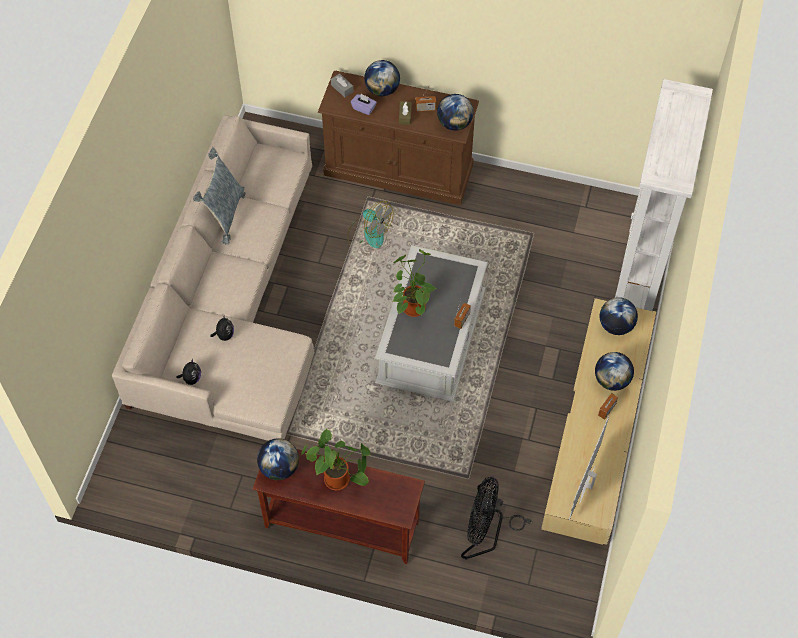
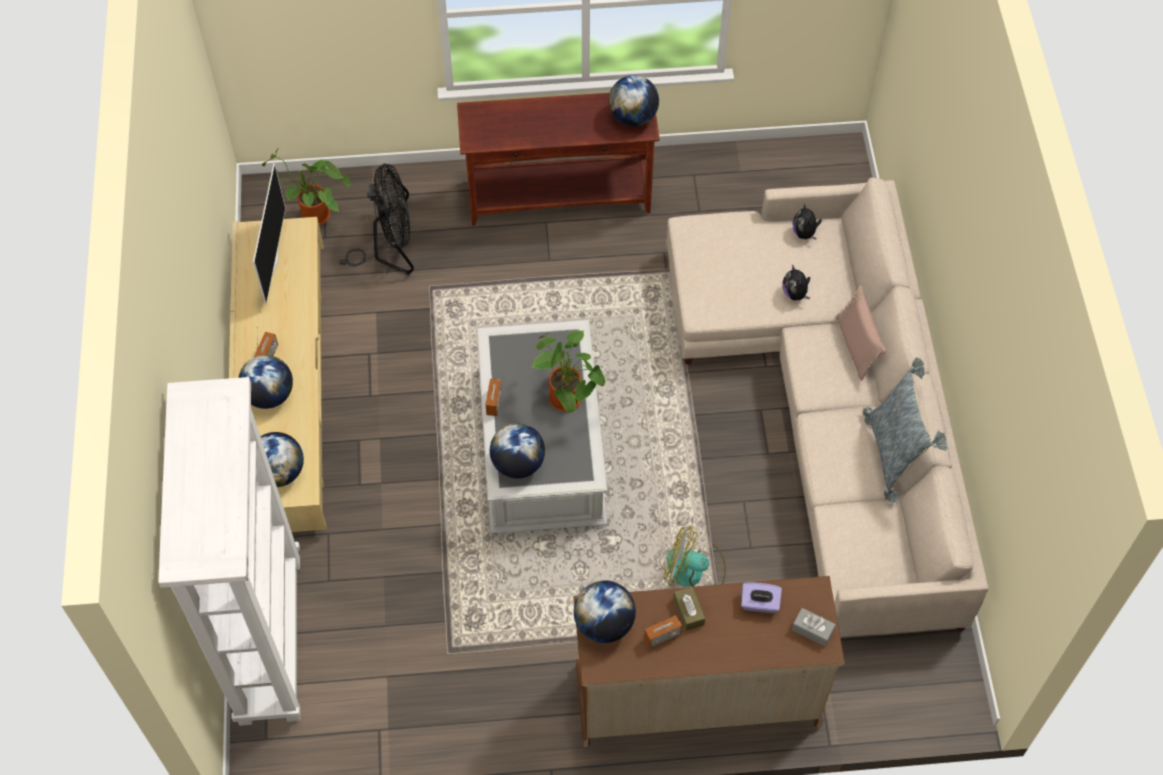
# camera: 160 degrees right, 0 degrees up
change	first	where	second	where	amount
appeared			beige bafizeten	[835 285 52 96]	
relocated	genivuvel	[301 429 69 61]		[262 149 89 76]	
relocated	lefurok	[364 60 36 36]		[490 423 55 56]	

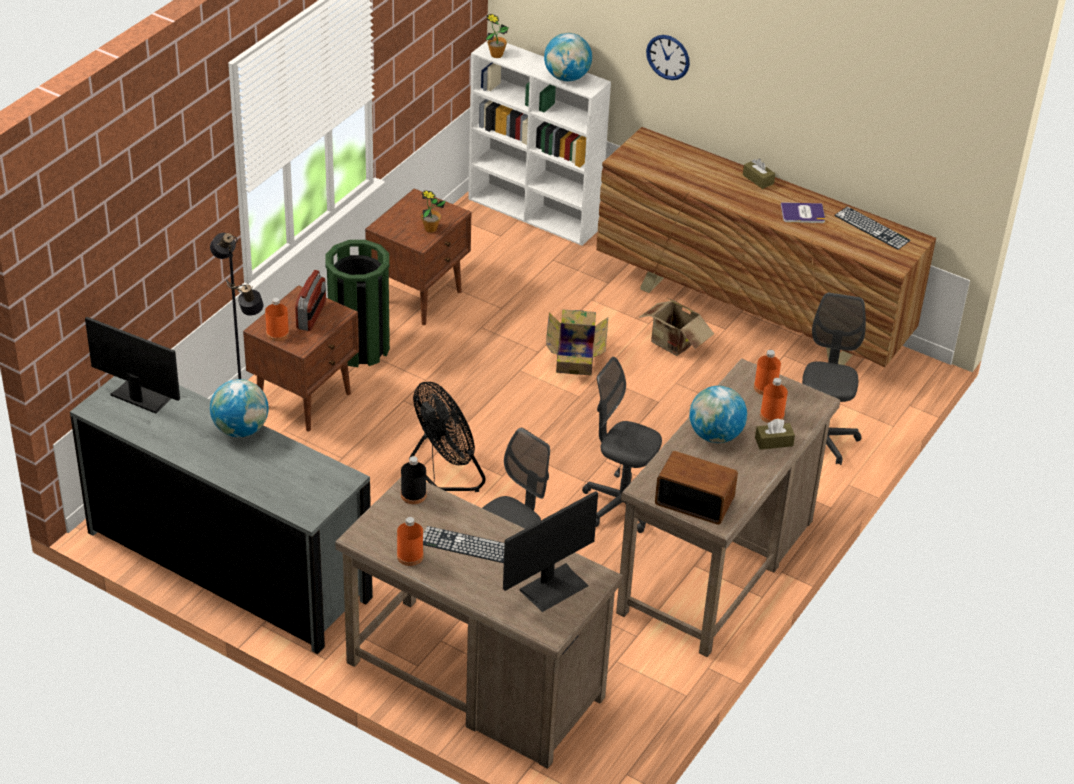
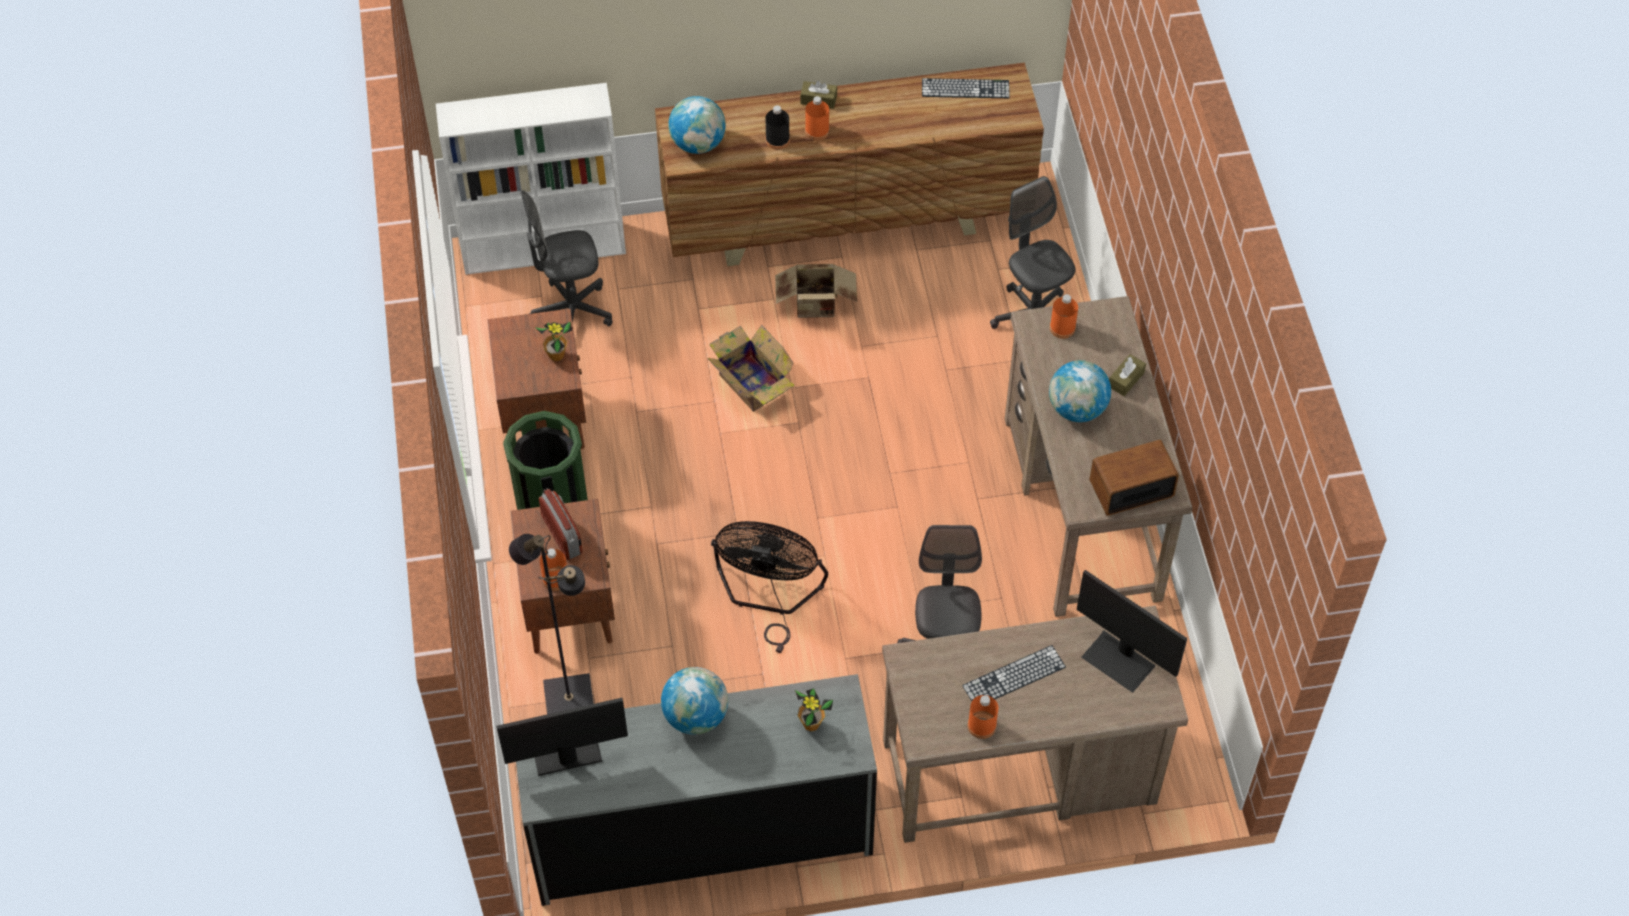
# camera: 40 degrees left, 15 degrees up
change	first	where	second	where	amount
missing	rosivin	[646 35 44 45]			
missing	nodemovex	[781 202 44 21]			
relocated	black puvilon	[401 456 26 48]		[765 105 25 45]	
relocated	genivuvel	[486 14 22 44]		[795 688 38 43]	
relocated	lefurok	[544 33 48 48]		[668 96 58 58]	
relocated	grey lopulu	[582 357 80 176]		[521 190 91 137]	
relocated	orange puvilon	[760 378 28 45]		[805 96 24 45]	
spun	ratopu	[503 491 95 121]		[1077 570 110 123]	120 degrees clockwise

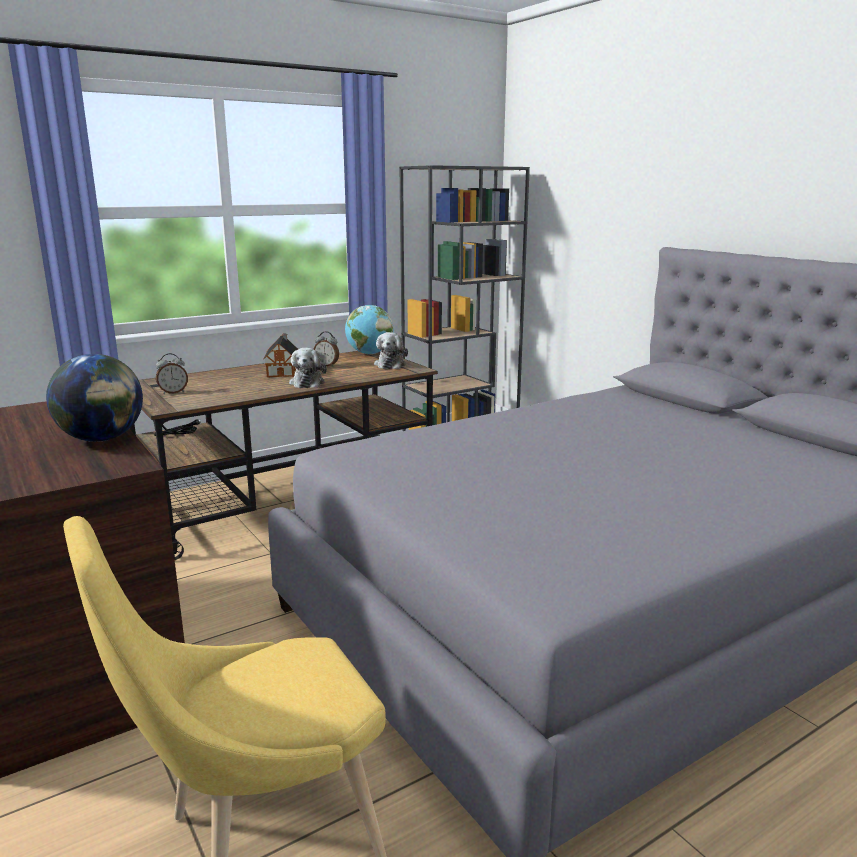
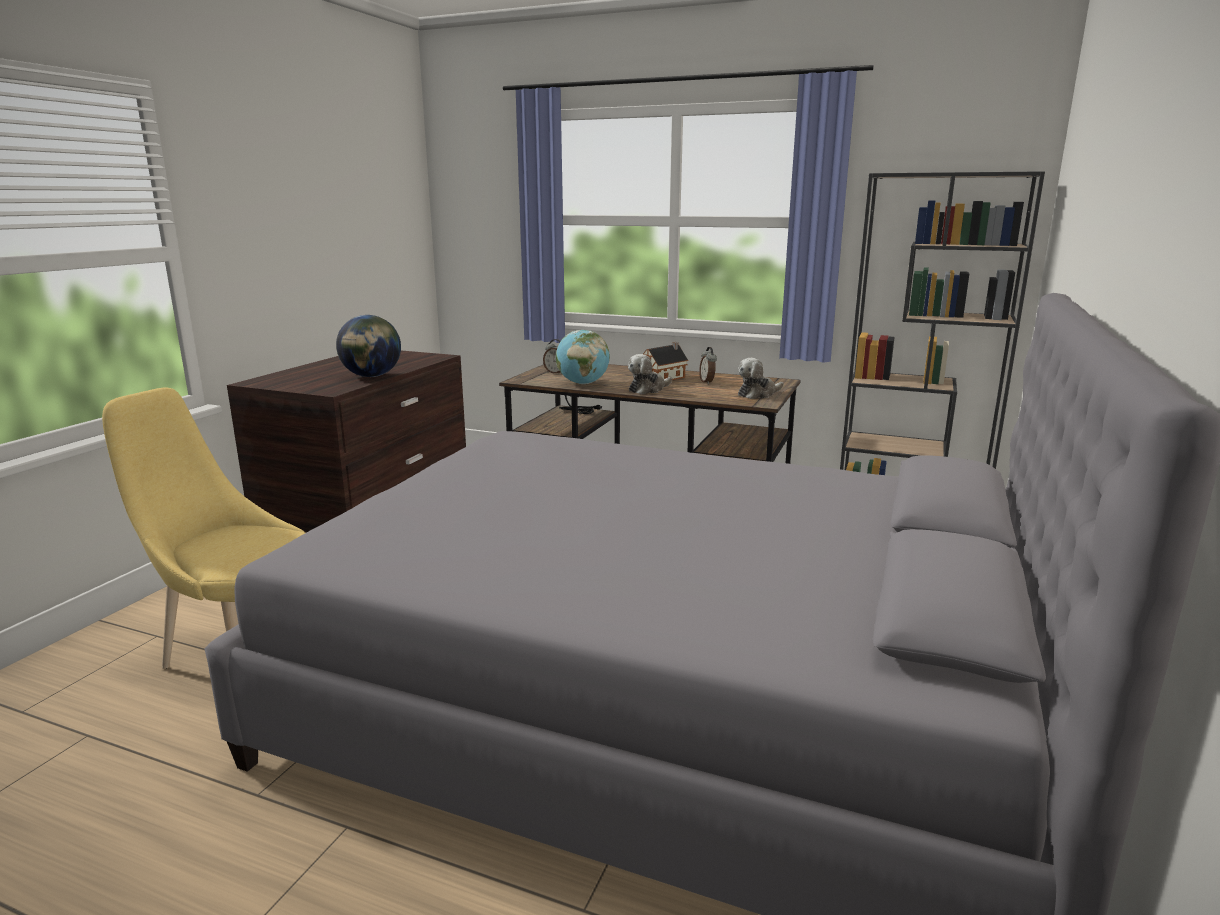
# camera: 55 degrees right, 0 degrees up
change	first	where	second	where	amount
relocated	lefurok	[345 305 49 49]		[556 330 54 54]	

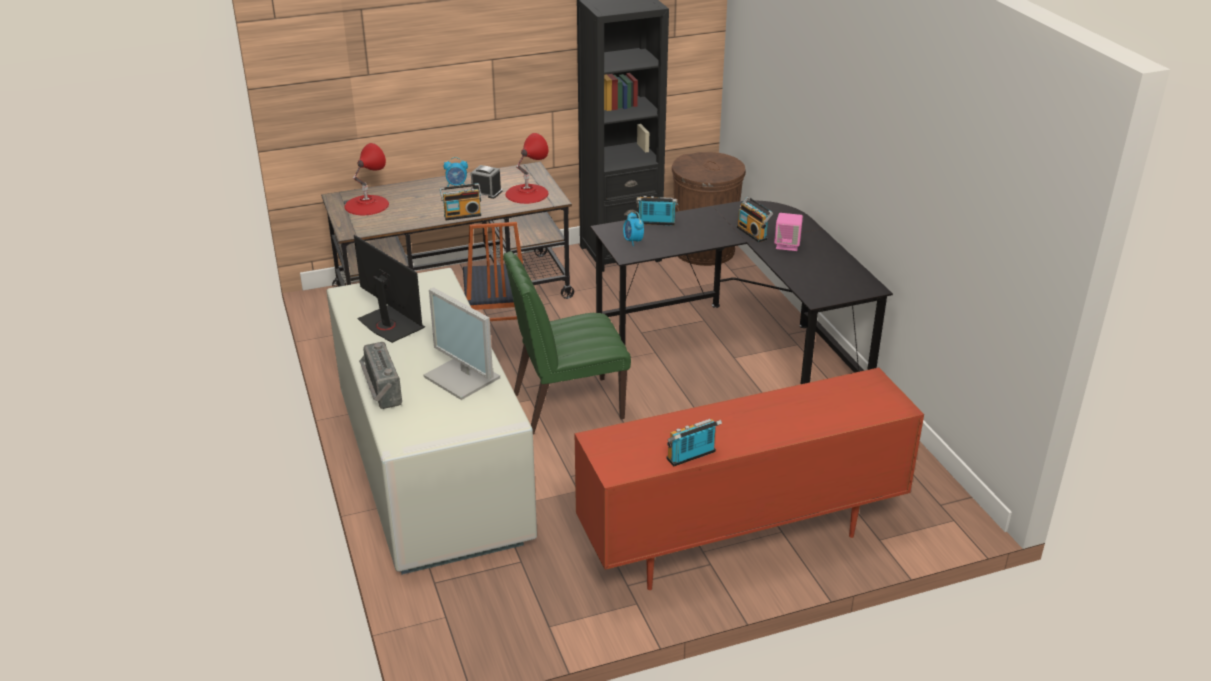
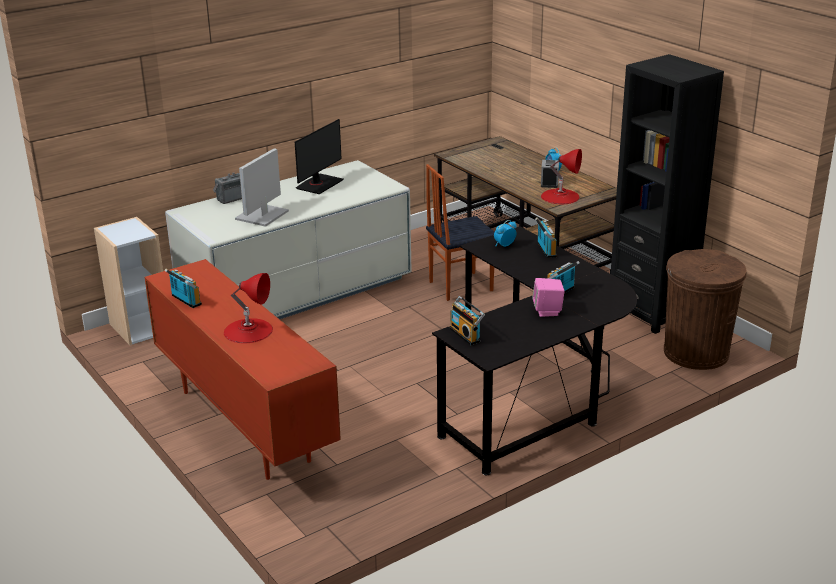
# camera: 75 degrees right, 5 degrees down
change	first	where	second	where	amount
missing	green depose	[503 251 128 184]			
appeared			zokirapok	[94 217 69 128]	
relocated	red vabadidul	[345 143 44 72]		[224 273 49 70]	
relocated	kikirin	[440 183 42 37]		[449 296 36 49]	

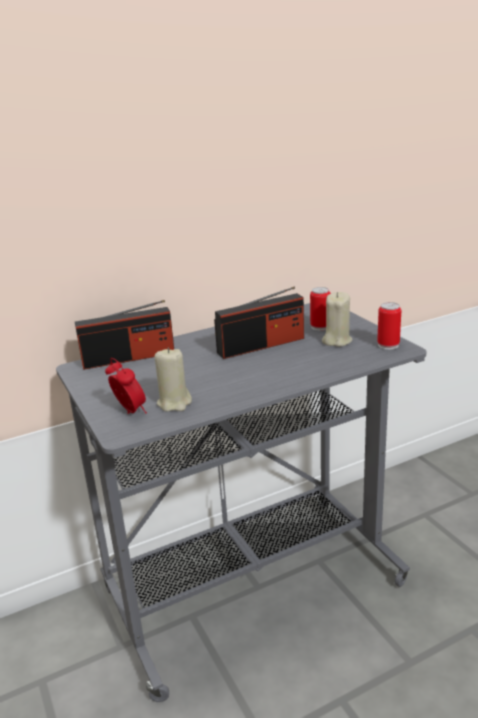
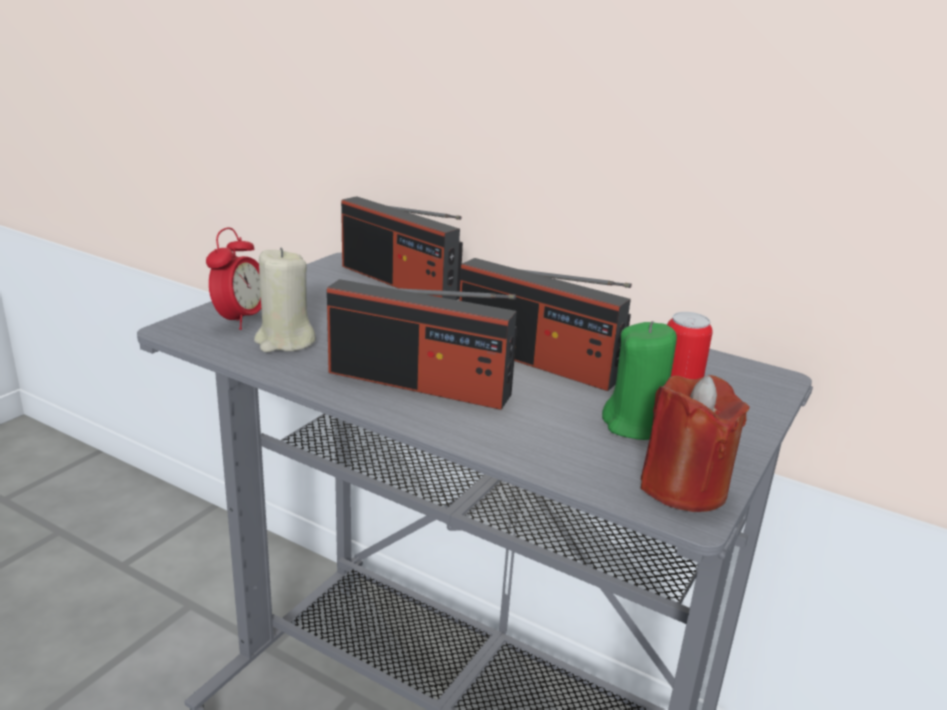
# camera: 55 degrees right, 0 degrees up
change	first	where	second	where	amount
appeared			kikirin	[327 279 190 131]	
exchanged	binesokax	[377 302 24 48]	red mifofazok	[641 375 108 137]	
colour	beige mifofazok	[322 292 30 55]	green mifofazok	[602 321 75 119]	

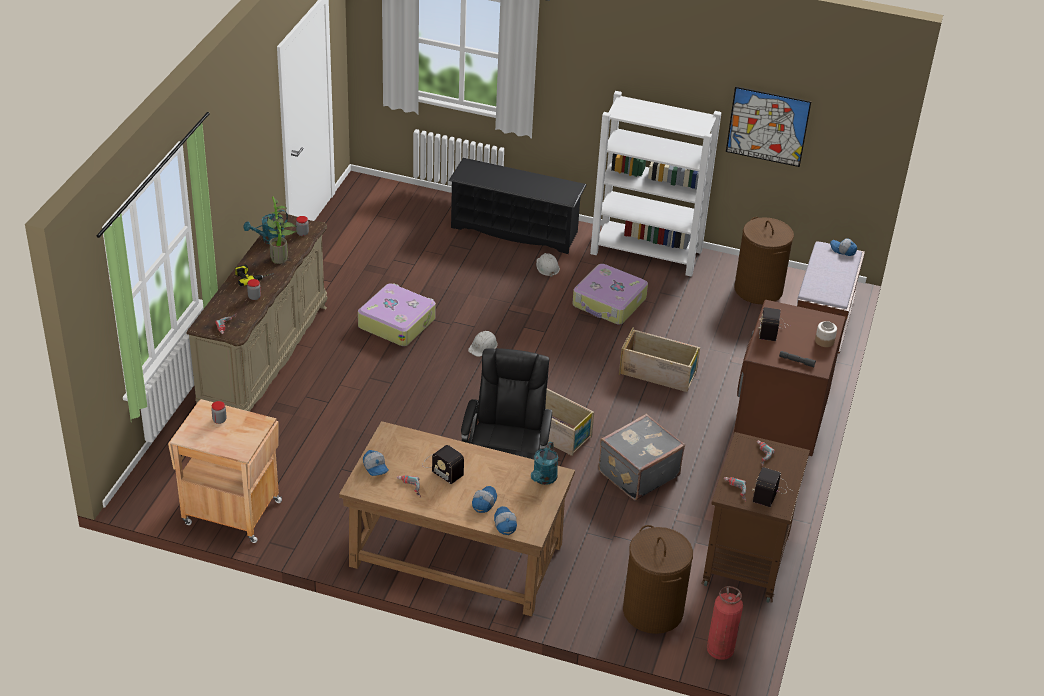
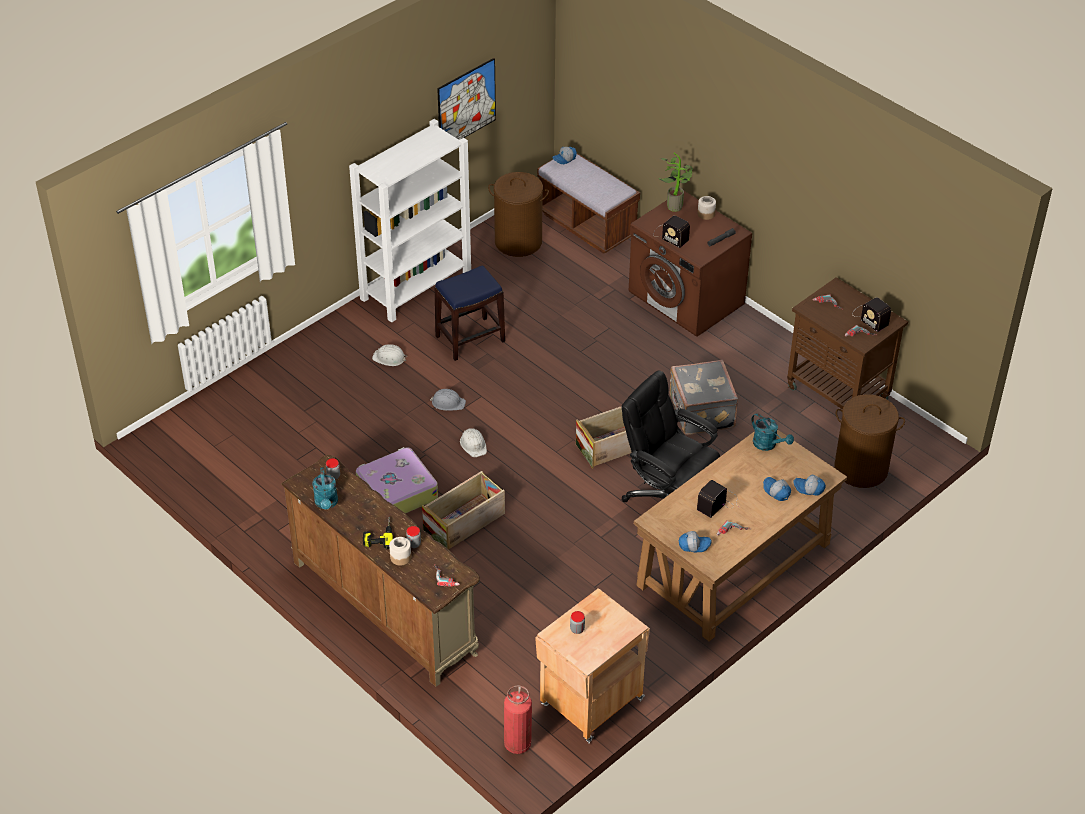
# camera: 60 degrees left, 5 degrees up
change	first	where	second	where	amount
missing	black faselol	[449 158 138 96]			
appeared			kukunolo	[389 537 22 29]	
appeared			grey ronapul	[430 389 36 21]	
relocated	genivuvel	[267 196 30 68]		[659 153 34 59]	
relocated	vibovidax	[619 328 81 64]		[422 471 83 79]	
relocated	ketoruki	[707 586 36 74]		[504 685 28 69]	
exchanged	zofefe	[572 264 76 60]	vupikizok	[435 266 70 95]	
spun	kikirin	[422 445 42 39]		[697 480 43 38]	150 degrees clockwise

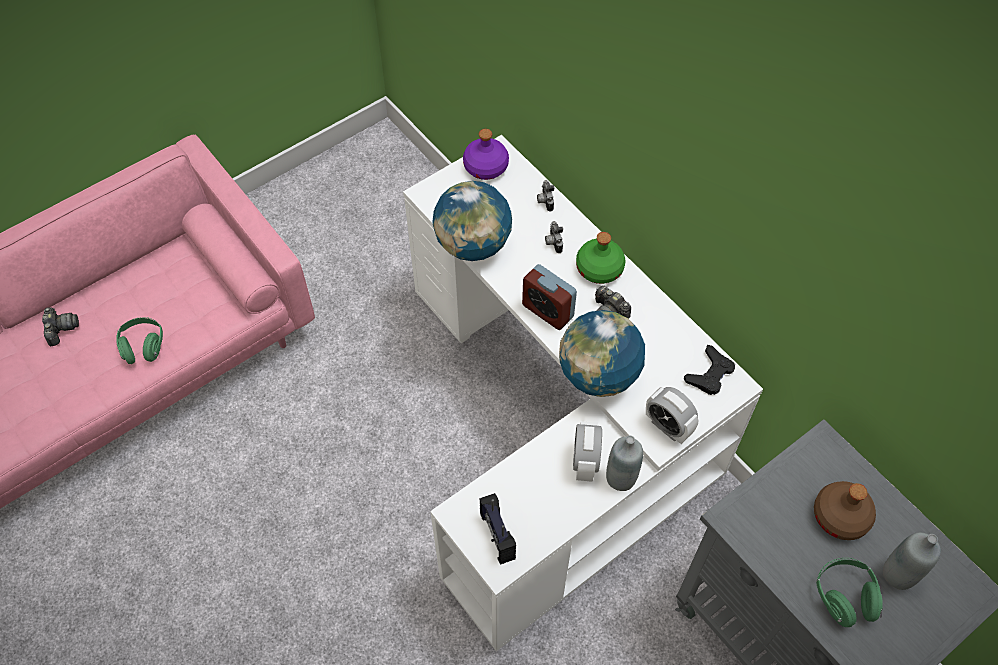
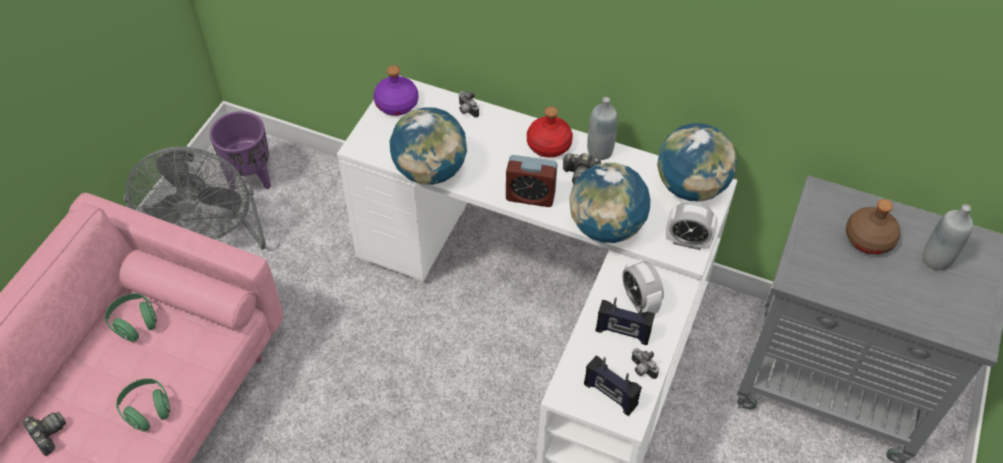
# camera: 30 degrees left, 5 degrees down
change	first	where	second	where	amount
appeared			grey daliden	[124 145 142 105]	
appeared			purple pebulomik	[210 111 61 78]	
appeared			kikirin	[596 297 59 48]	
relocated	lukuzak	[545 221 18 32]		[631 348 28 31]	
relocated	grey puvilon	[606 435 37 56]		[587 97 31 63]	
relocated	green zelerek	[816 558 67 69]		[104 293 53 49]	
exchanged	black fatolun	[684 345 51 50]	lefurok	[657 123 80 79]	
colour	green puvilon	[576 232 49 52]	red puvilon	[527 107 46 51]	

